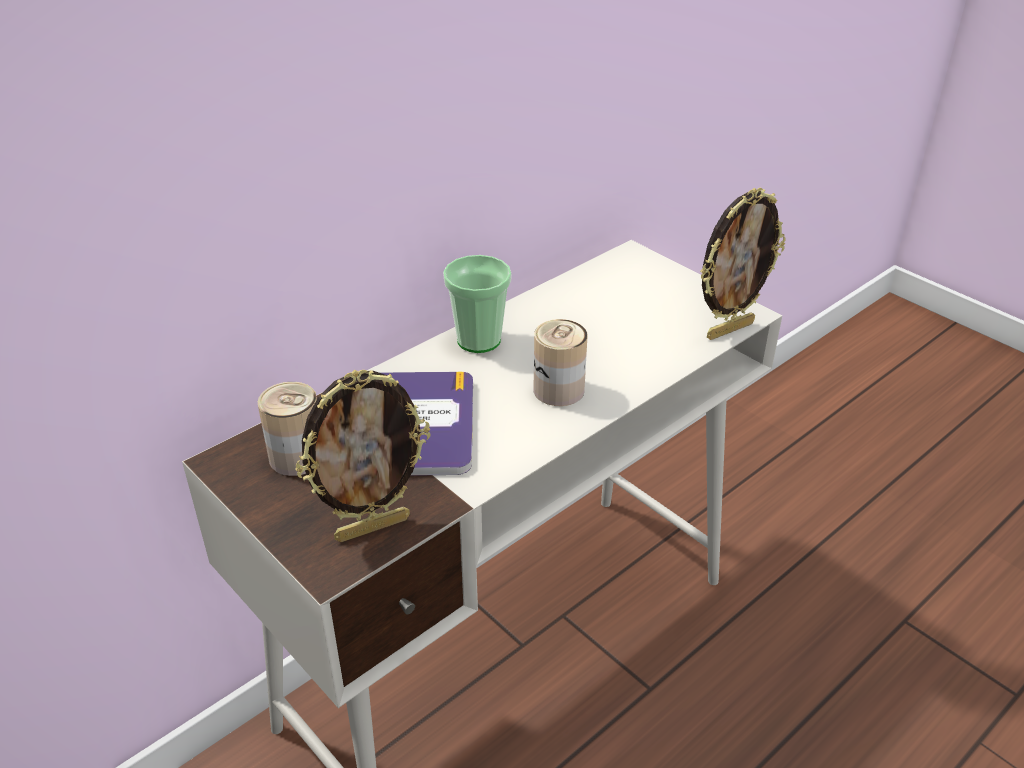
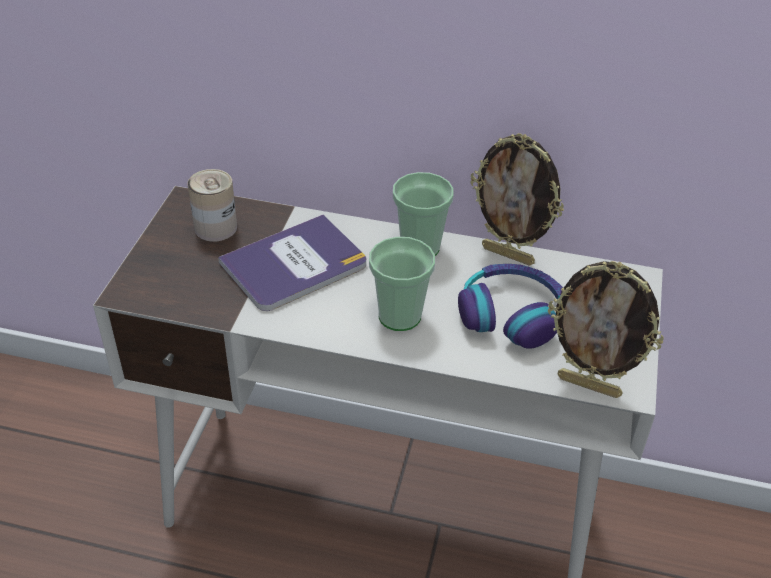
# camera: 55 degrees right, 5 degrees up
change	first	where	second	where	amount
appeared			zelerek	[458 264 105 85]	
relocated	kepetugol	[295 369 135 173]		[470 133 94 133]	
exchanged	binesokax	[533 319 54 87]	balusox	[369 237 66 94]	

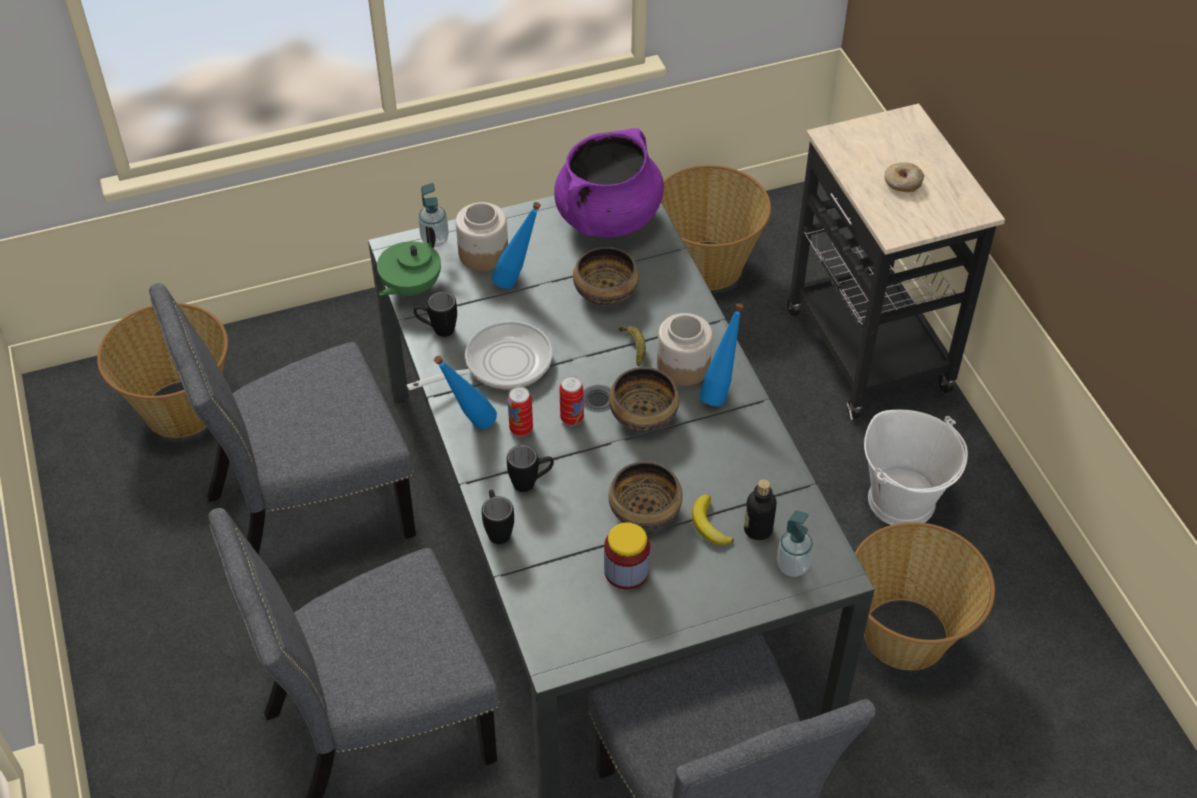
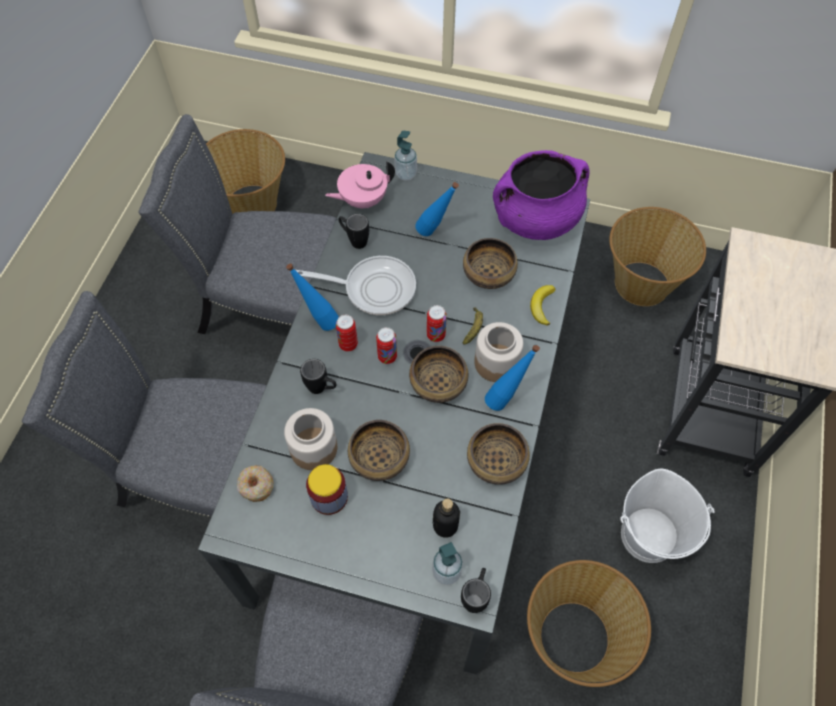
# camera: 35 degrees right, 10 degrees up
change	first	where	second	where	amount
appeared			binesokax	[427 305 20 37]	
appeared			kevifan	[467 423 63 62]	
relocated	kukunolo	[456 202 52 69]		[284 408 53 62]	
relocated	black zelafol	[482 490 32 54]		[461 568 30 45]	
relocated	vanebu	[692 494 42 51]		[530 285 26 41]	
relocated	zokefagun	[885 162 39 30]		[237 465 37 37]	
colour	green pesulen	[377 226 64 72]	pink pesulen	[325 161 70 47]	

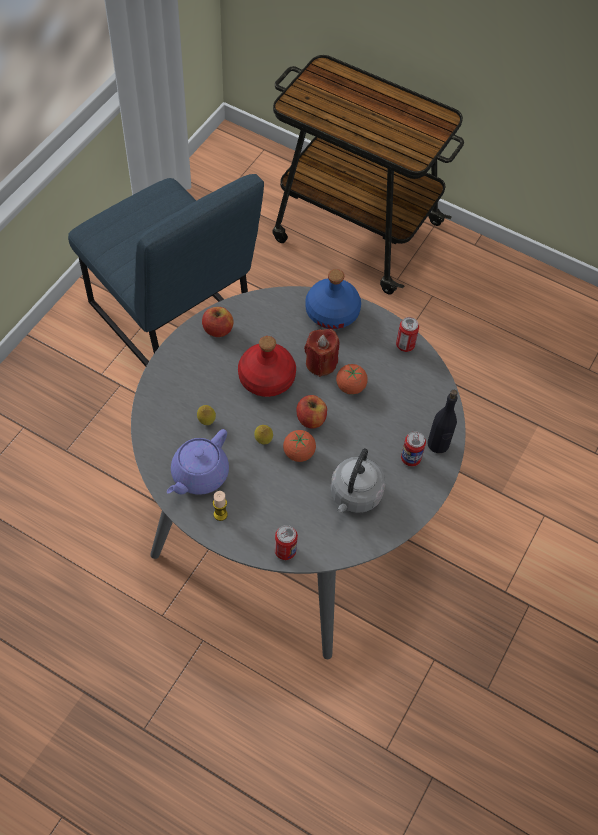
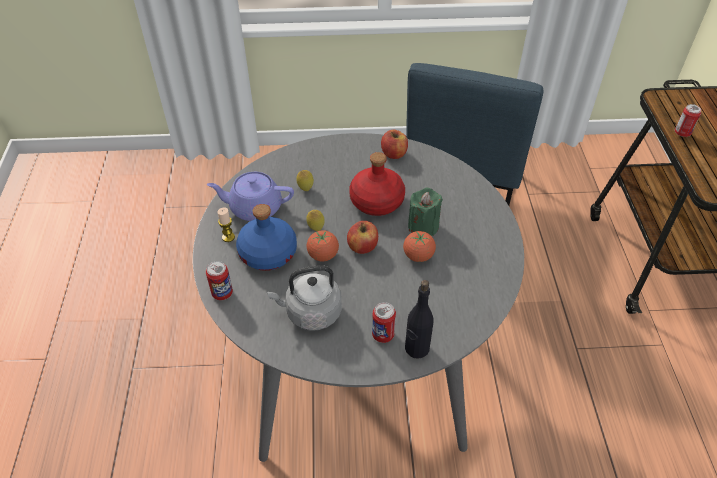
# camera: 60 degrees right, 10 degrees down
change	first	where	second	where	amount
relocated	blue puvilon	[305 269 56 60]		[236 204 61 67]	
relocated	binesokax	[396 317 23 35]		[675 104 26 33]	
colour	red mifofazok	[304 329 35 48]	green mifofazok	[408 188 35 48]	

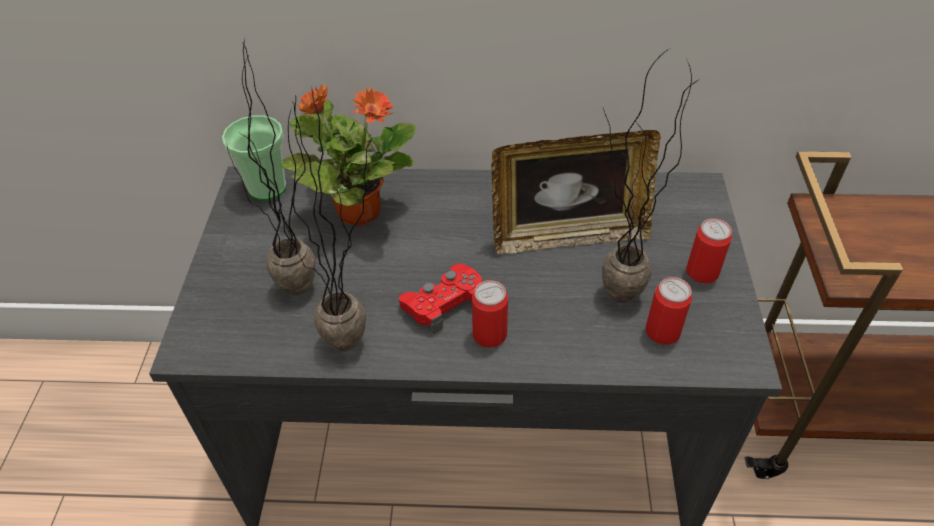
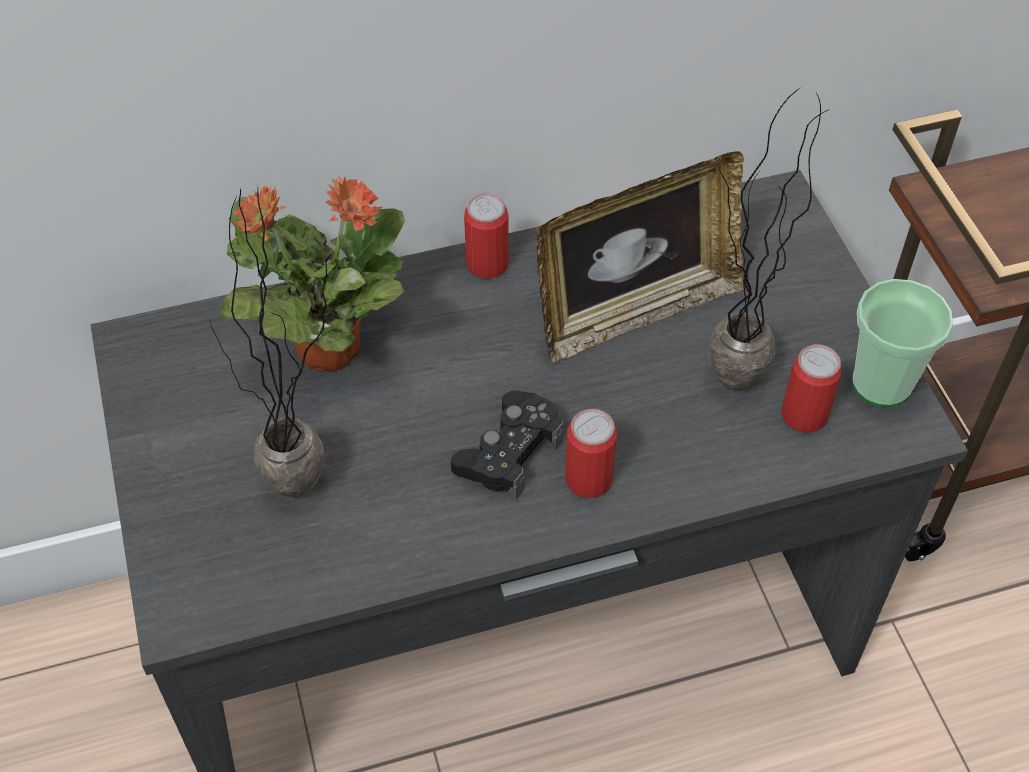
# camera: 20 degrees left, 5 degrees up
change	first	where	second	where	amount
missing	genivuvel	[278 90 94 262]			
relocated	balusox	[222 115 65 86]		[852 279 101 128]	
relocated	binesokax	[686 218 46 66]		[464 193 45 85]	
colour	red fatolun	[399 263 83 71]	black fatolun	[451 391 113 108]	

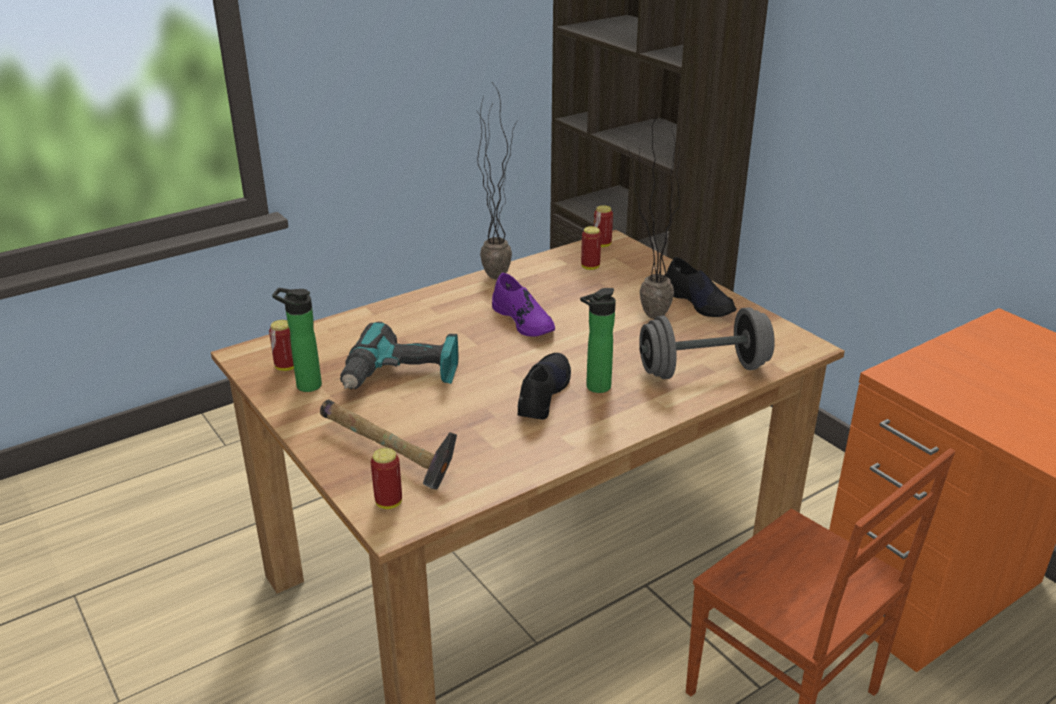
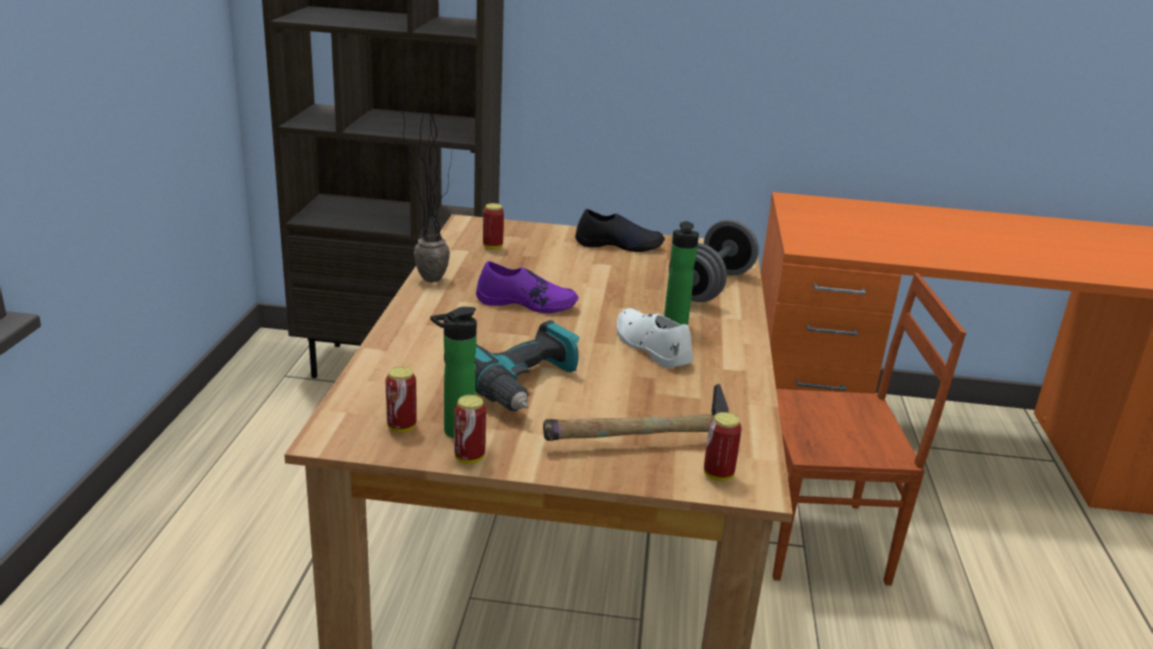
# camera: 50 degrees left, 5 degrees down
change	first	where	second	where	amount
missing	genivuvel	[627 114 55 205]			
relocated	binesokax	[594 205 19 42]		[454 395 32 69]	
colour	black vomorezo	[518 353 53 67]	white vomorezo	[616 308 77 61]	

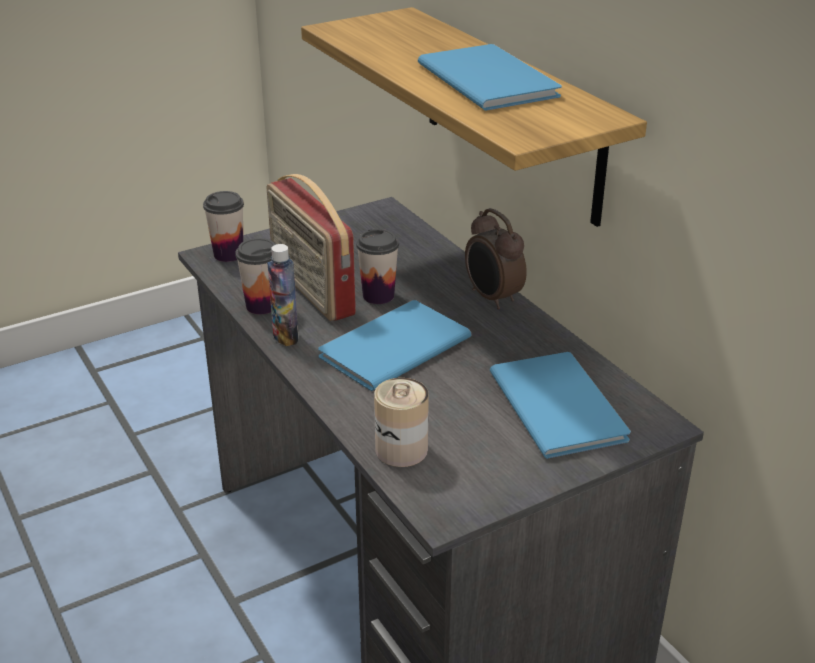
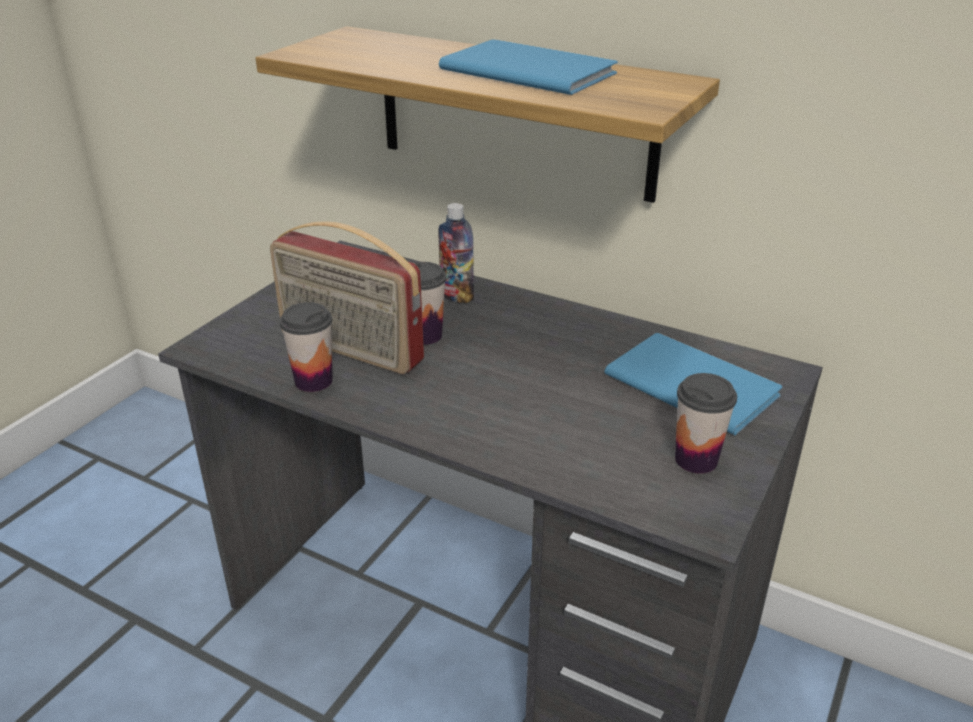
# camera: 30 degrees left, 0 degrees up
change	first	where	second	where	amount
missing	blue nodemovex	[318 300 154 91]			
missing	binesokax	[374 378 55 89]			
missing	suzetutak	[465 208 62 102]			
relocated	balusox	[203 191 41 71]		[675 373 62 101]	
relocated	puvilon	[267 244 32 102]		[438 203 36 100]	

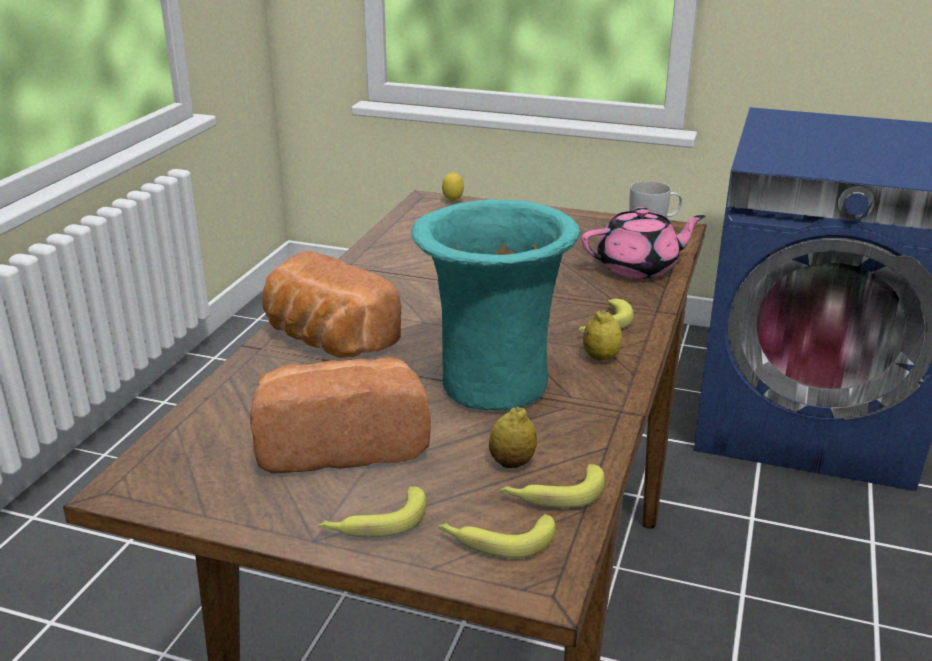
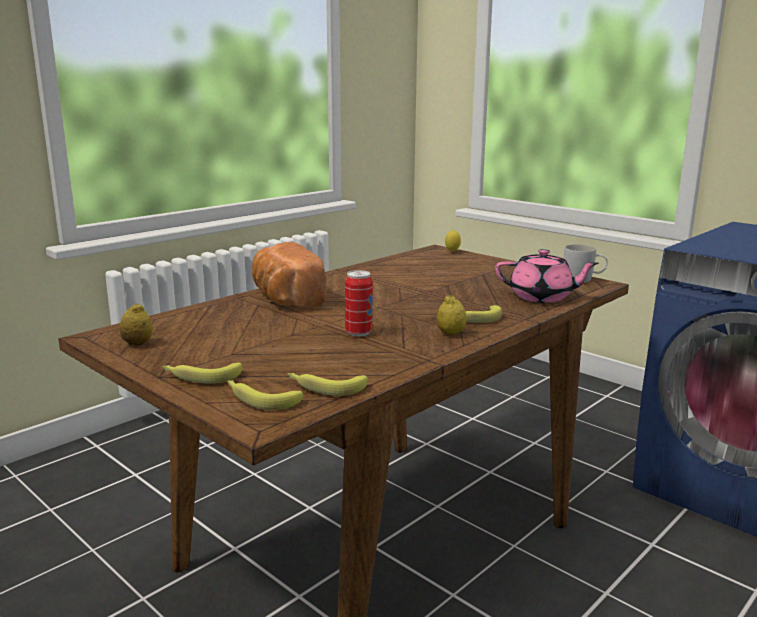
# camera: 25 degrees right, 10 degrees down
change	first	where	second	where	amount
missing	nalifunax	[250 357 181 117]			
relocated	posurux	[489 407 48 61]		[120 303 33 43]	
exchanged	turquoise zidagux	[411 199 169 211]	binesokax	[345 270 28 67]	

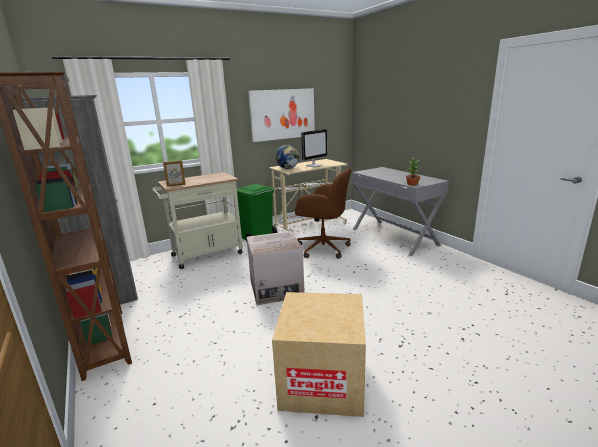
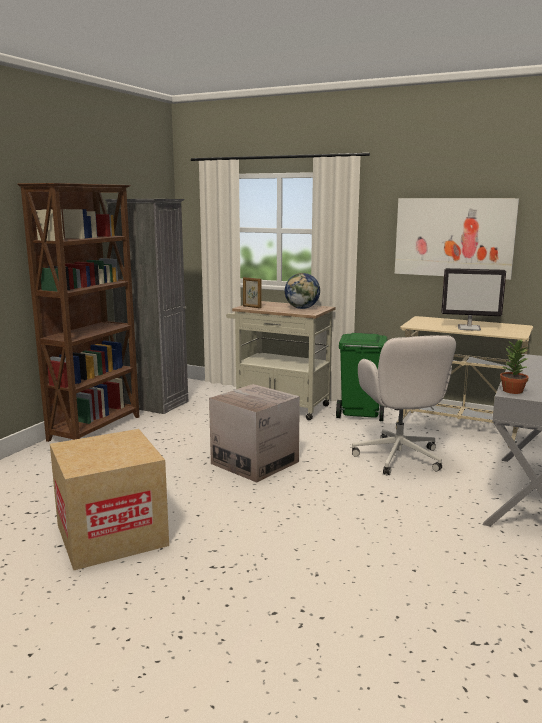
# camera: 55 degrees right, 5 degrees down
change	first	where	second	where	amount
relocated	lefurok	[275 145 24 24]		[285 273 35 36]	
colour	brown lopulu	[294 168 57 91]	white lopulu	[352 335 104 140]	

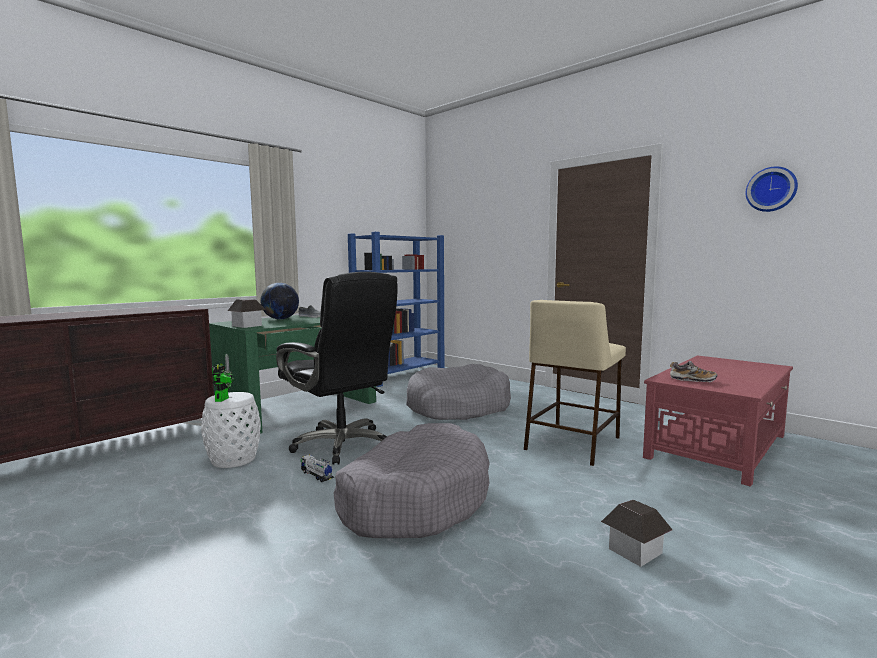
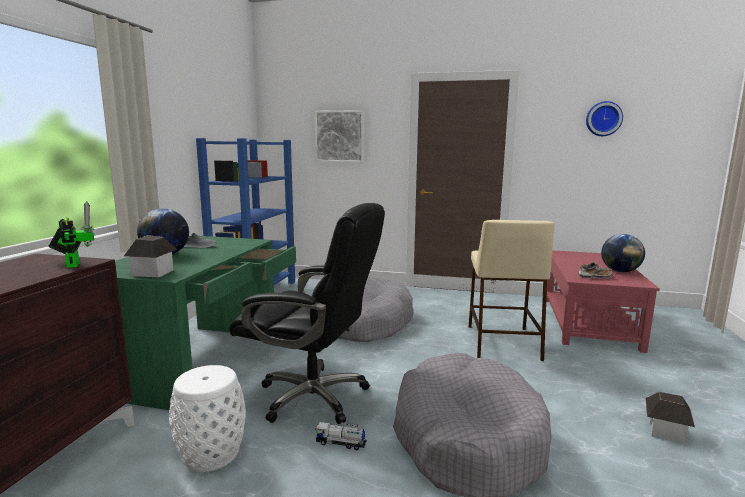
# camera: 30 degrees left, 5 degrees up
change	first	where	second	where	amount
appeared			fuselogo	[315 110 49 52]	
appeared			lefurok	[601 234 44 38]	
relocated	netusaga	[212 353 22 49]		[49 201 45 67]	

